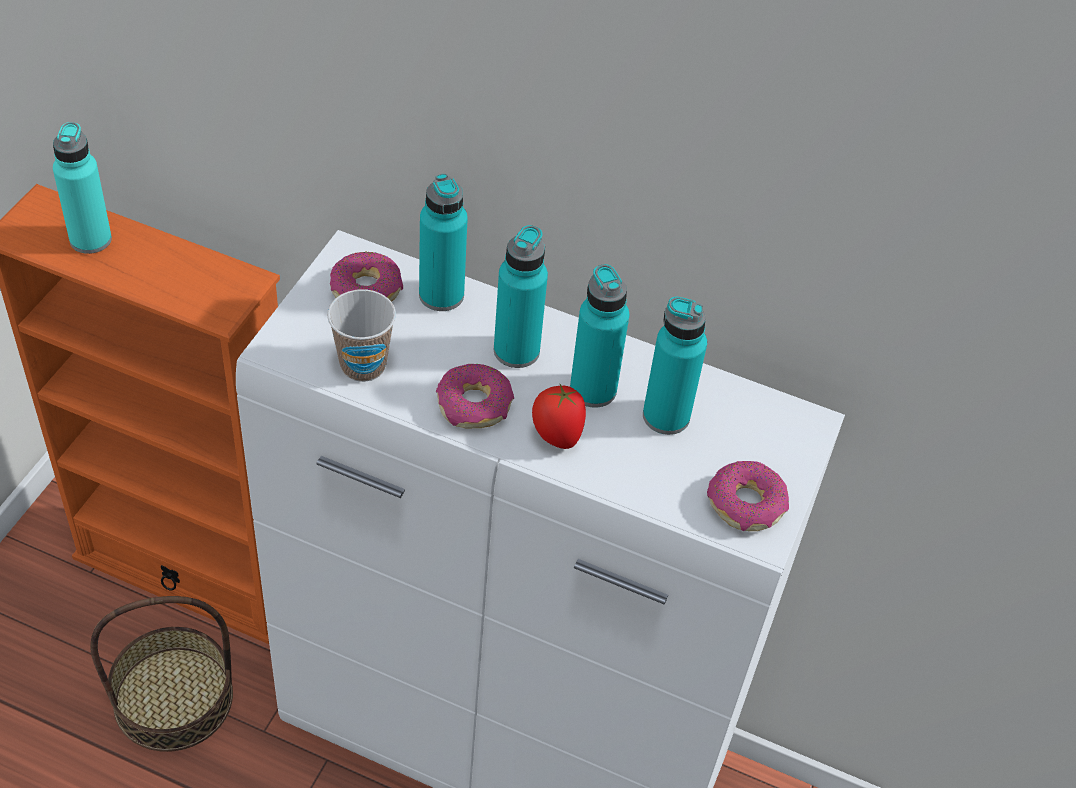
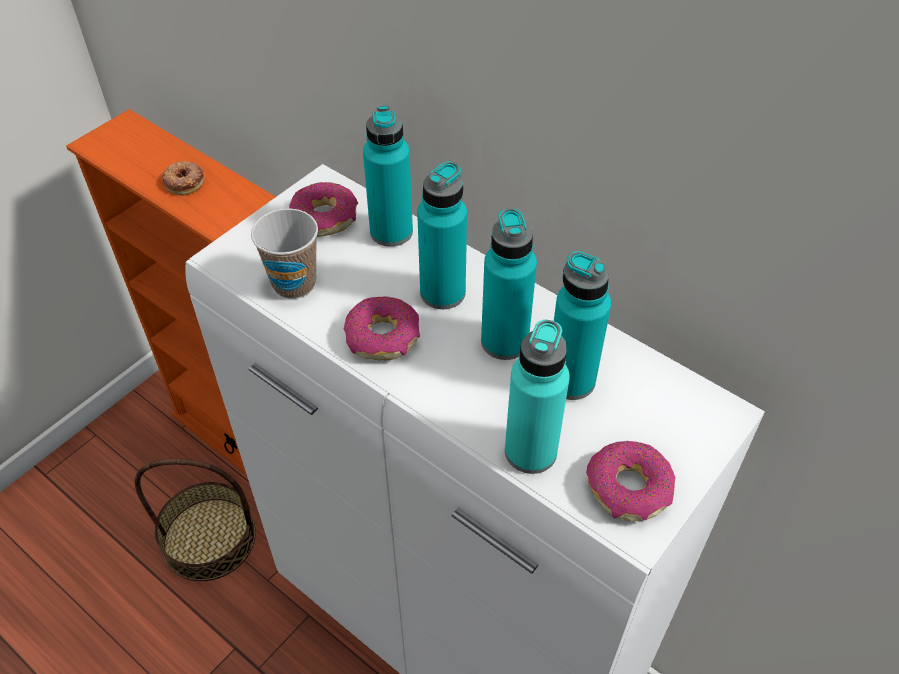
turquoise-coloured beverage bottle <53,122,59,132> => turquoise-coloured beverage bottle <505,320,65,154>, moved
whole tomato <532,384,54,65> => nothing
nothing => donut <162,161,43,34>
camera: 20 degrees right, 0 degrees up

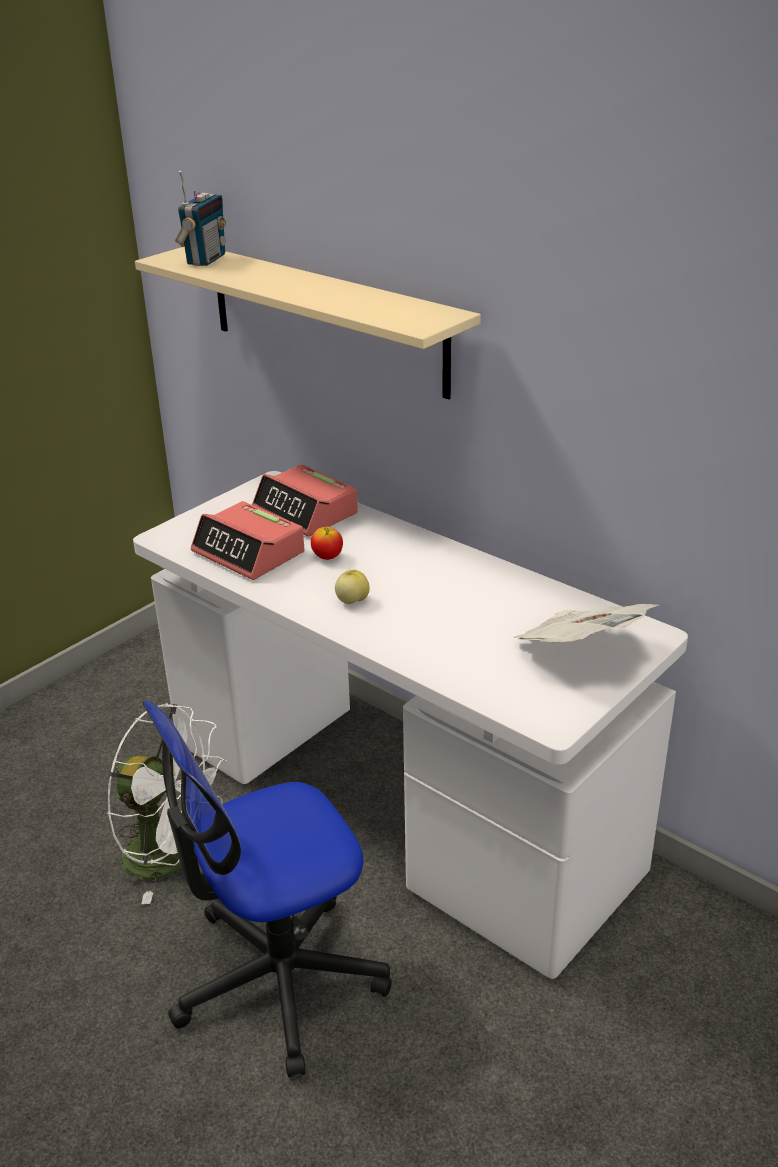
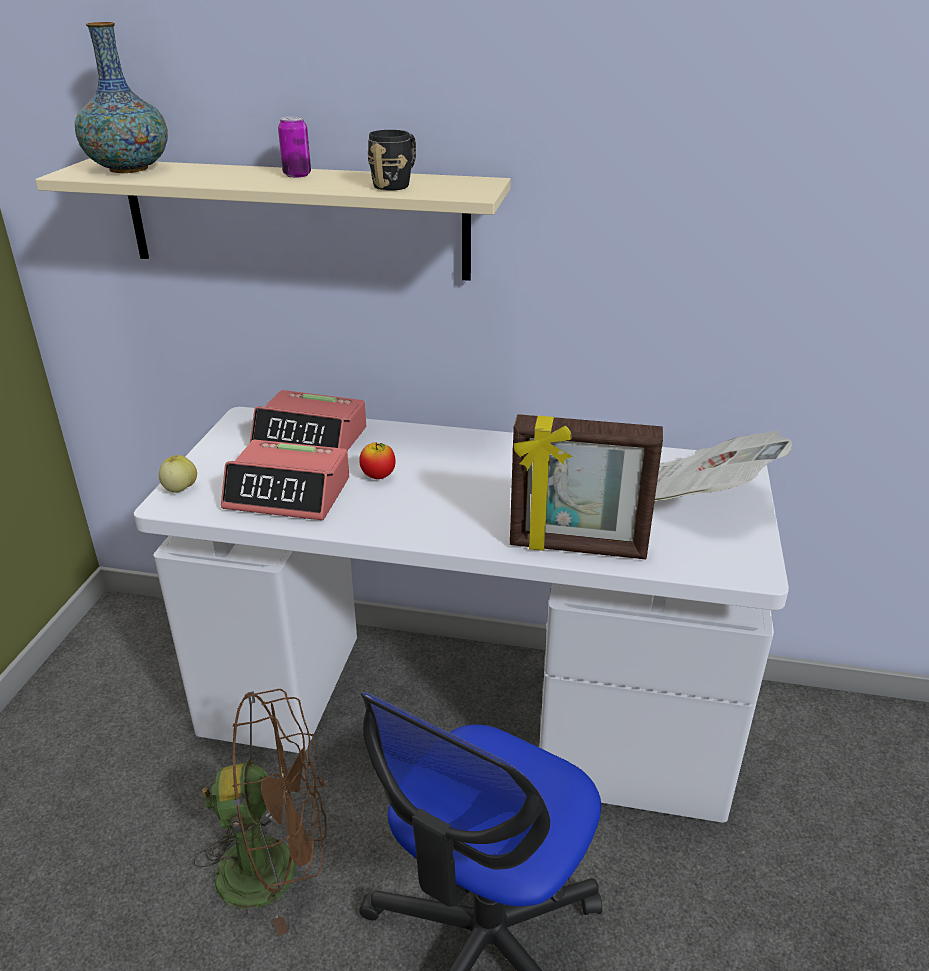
white-coloured fan <107,703,120,201> => brown-coloured fan <193,689,134,248>
radio receiver <175,170,51,96> => decorative vase <74,22,94,151>
apple <335,570,35,34> => apple <159,455,38,38>, moved
nothing => sealed can <278,116,33,62>
nothing => blackish coffee mug <367,130,49,61>
nothing => standing frame <510,414,153,146>
camera: 30 degrees left, 0 degrees up

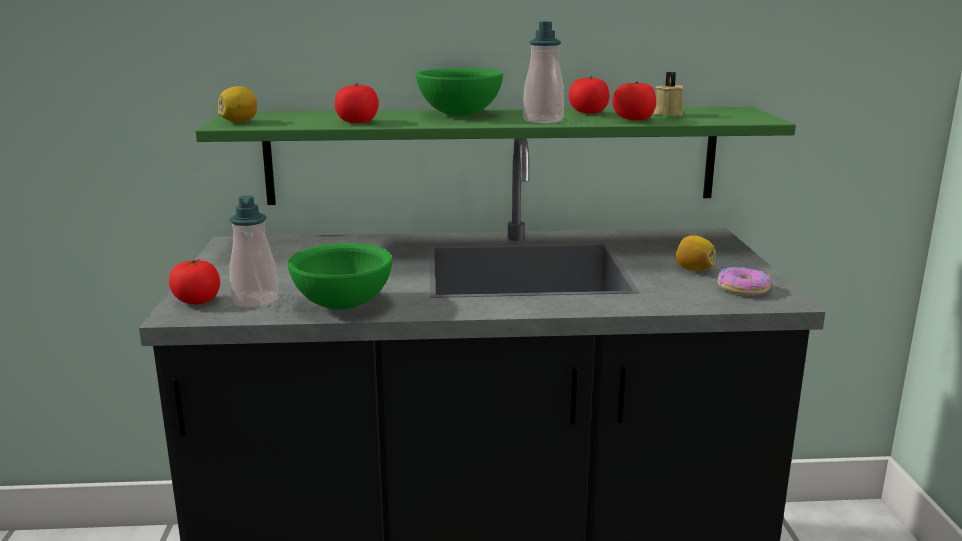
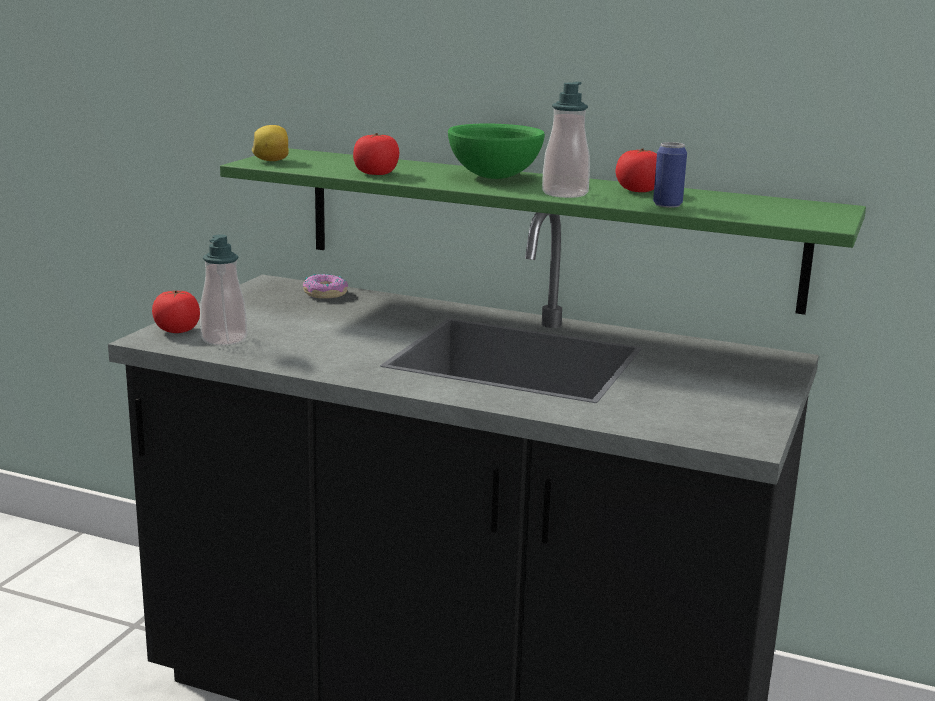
green-coloured deep dish <288,243,104,67> => nothing
whole tomato <612,81,44,39> => sealed can <653,142,34,66>
beige candle <653,72,31,44> => nothing
citrus fruit <676,235,40,36> => nothing
donut <718,267,54,29> => donut <303,274,45,25>, moved
camera: 25 degrees right, 0 degrees up

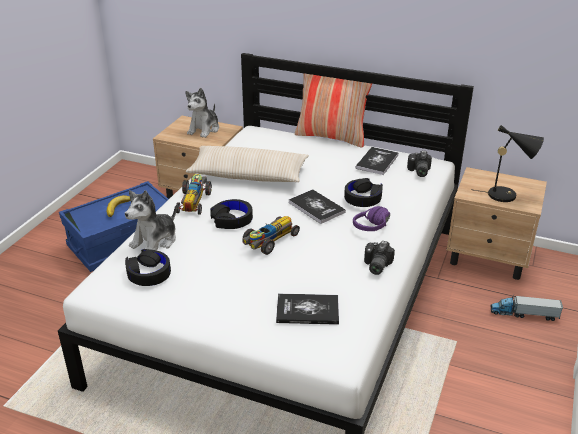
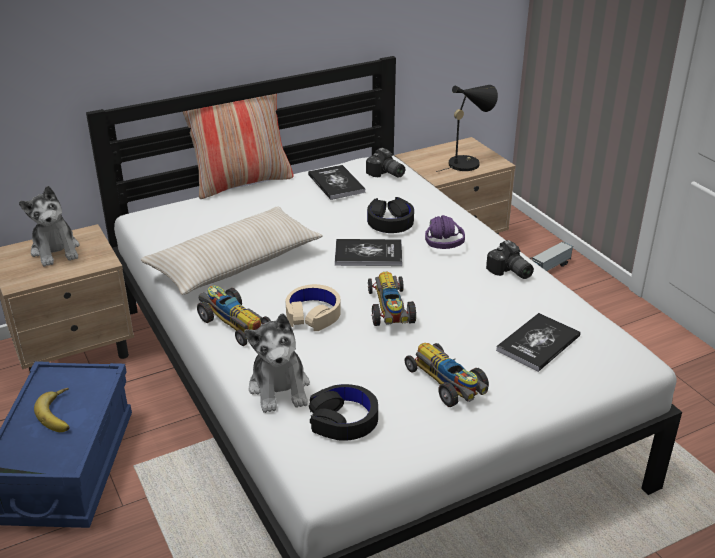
blackish headset <210,199,43,30> => beige headset <285,284,56,47>
nothing => toy car <405,343,84,64>
camera: 50 degrees left, 0 degrees up

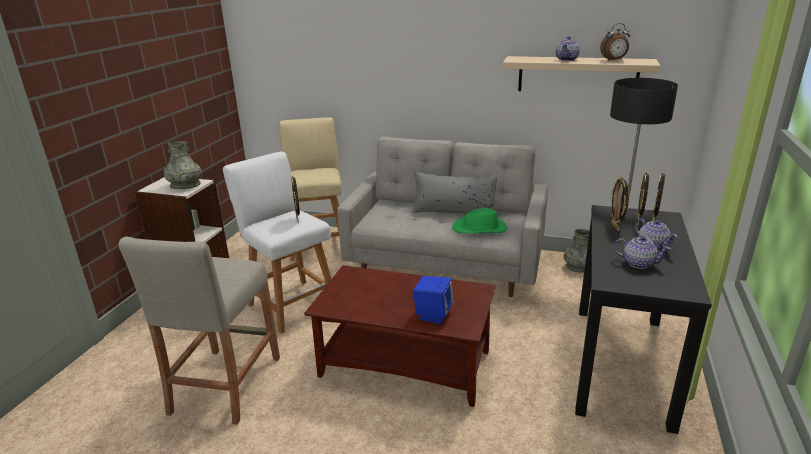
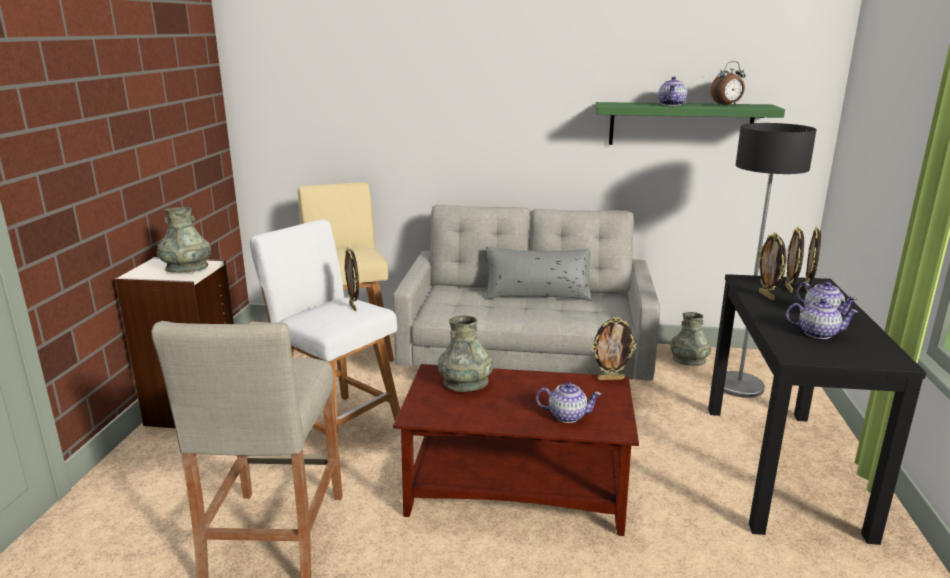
blue loudspeaker <413,276,41,48> => pot for tea <536,382,65,41>
green-coloured wearable hat <452,208,55,26> => nothing
beige bracket shelf <502,56,158,35> => green-coloured bracket shelf <595,102,190,43>
nothing => gray decorative vase <438,316,55,76>
nothing => standing frame <591,317,45,63>
camera: 10 degrees left, 5 degrees down

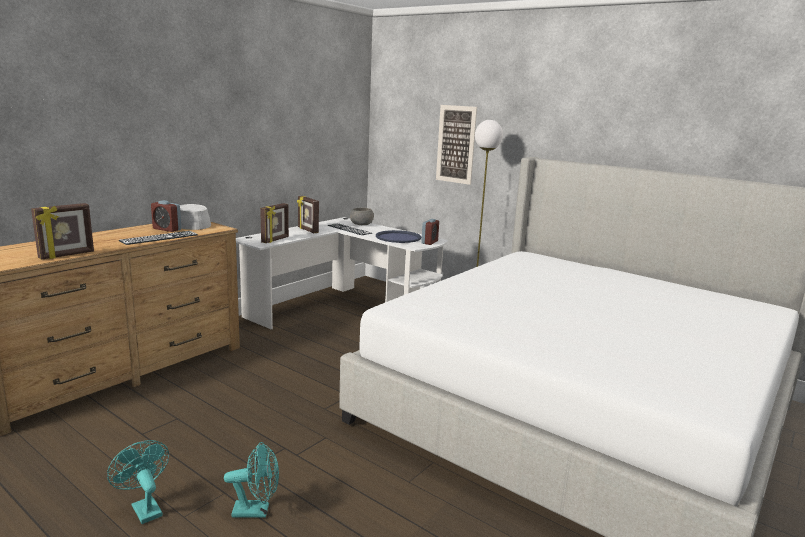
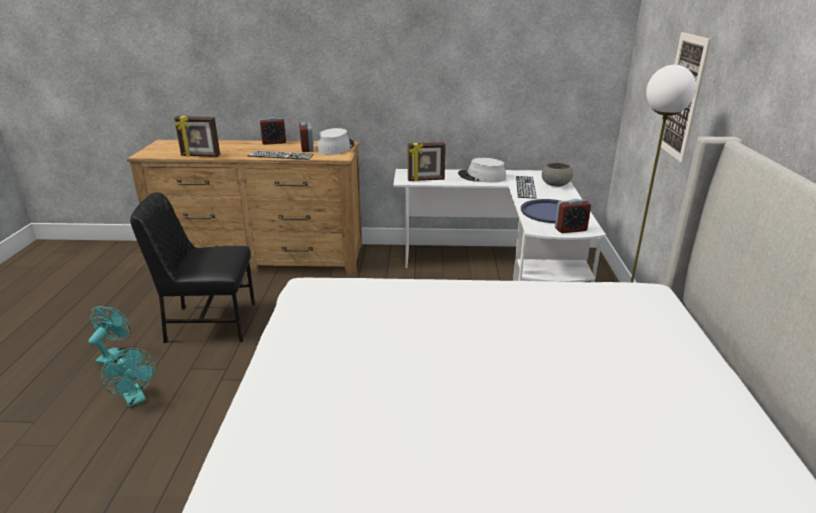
standing frame <297,196,22,37> => gray wearable hat <458,158,48,25>
nothing => blackish upright chair <130,192,125,151>
nothing => table clock <260,117,26,28>
camera: 55 degrees right, 10 degrees up

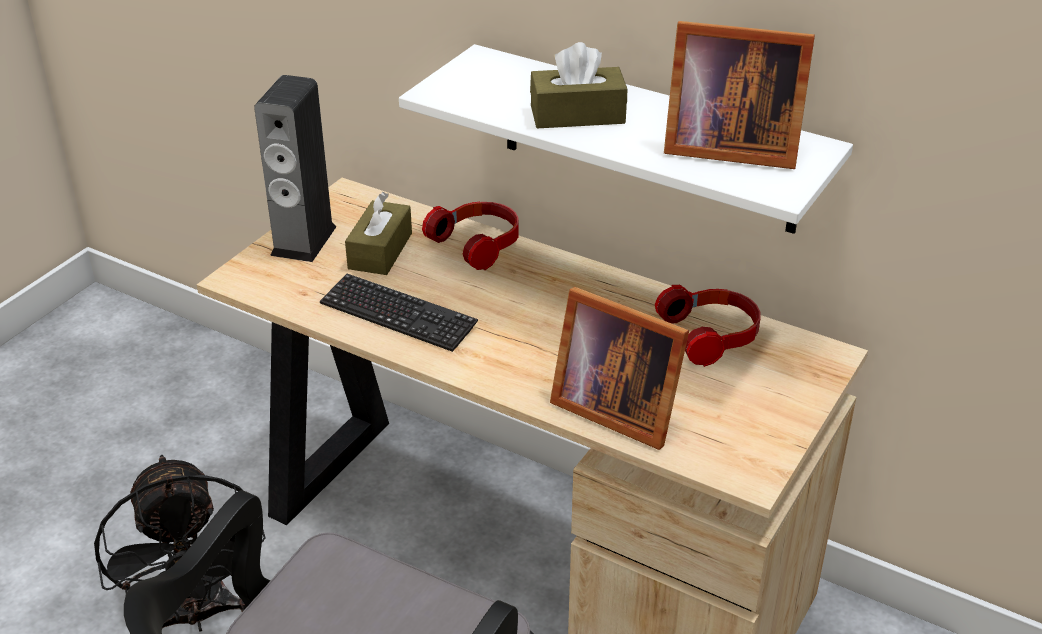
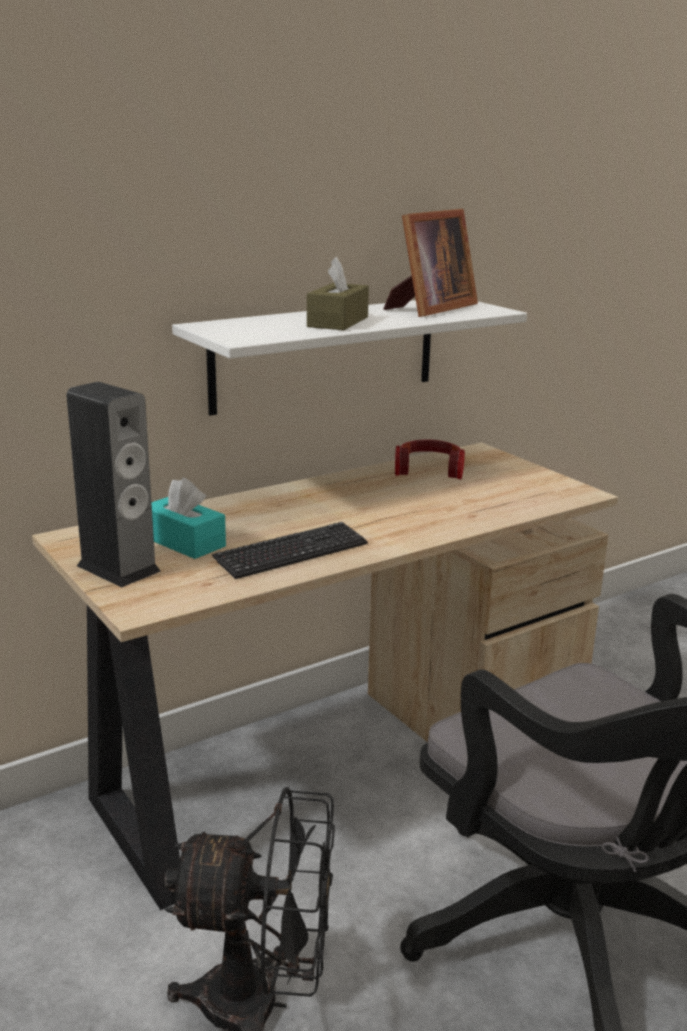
brown-coloured box of tissues <345,192,67,83> => turquoise-coloured box of tissues <151,477,75,82>
headset <422,202,97,68> => nothing
standing frame <550,287,139,163> => nothing
camera: 65 degrees left, 15 degrees down

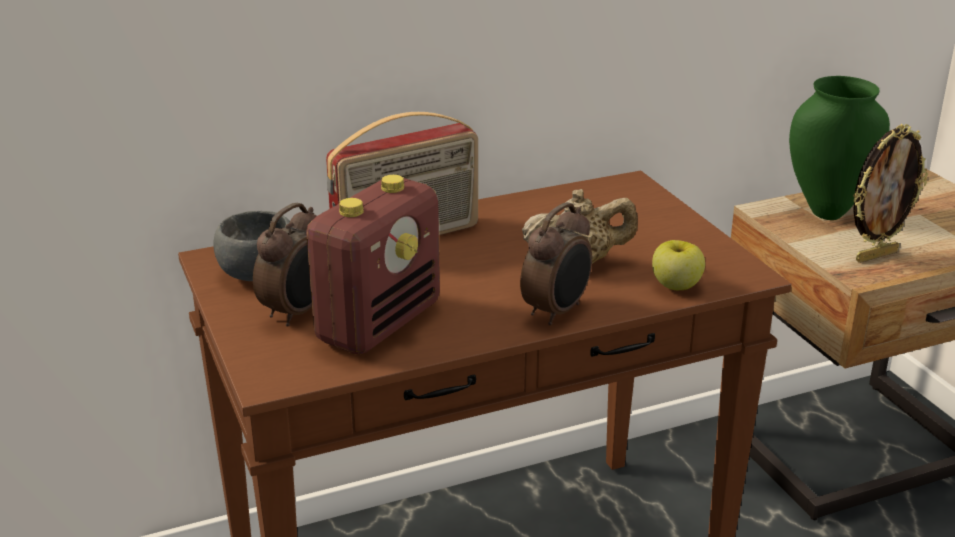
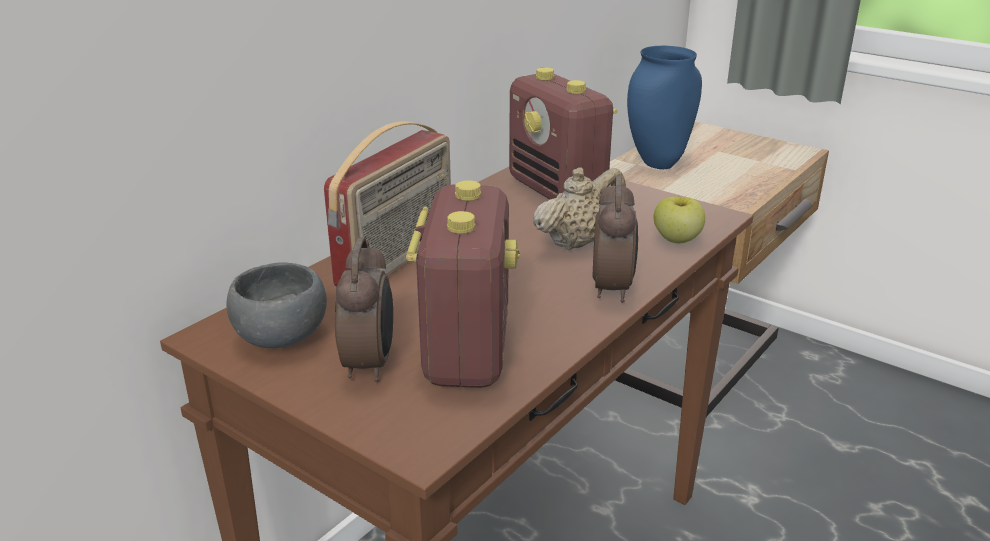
green-coloured decorative vase <789,76,101,144> => blue decorative vase <627,46,75,123>
standing frame <853,124,75,139> => nothing
nothing => radio receiver <509,67,109,133>
camera: 30 degrees left, 0 degrees up

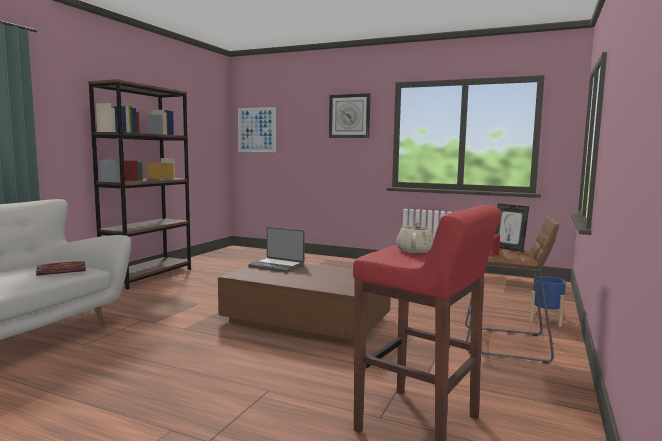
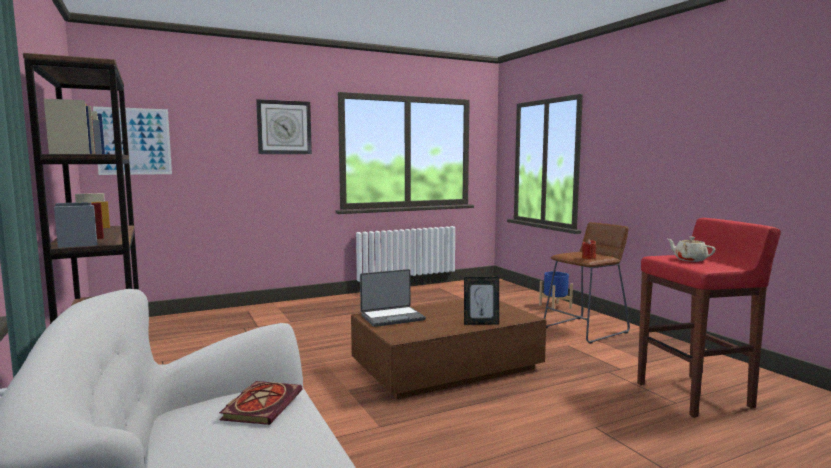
standing frame <495,204,34,48> => standing frame <464,277,35,48>, moved
camera: 50 degrees left, 0 degrees up

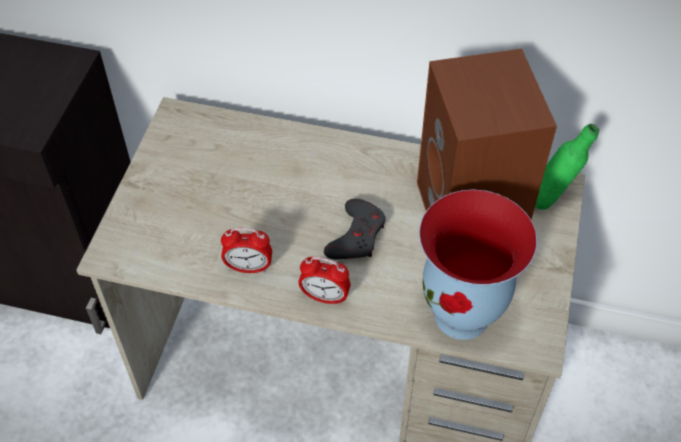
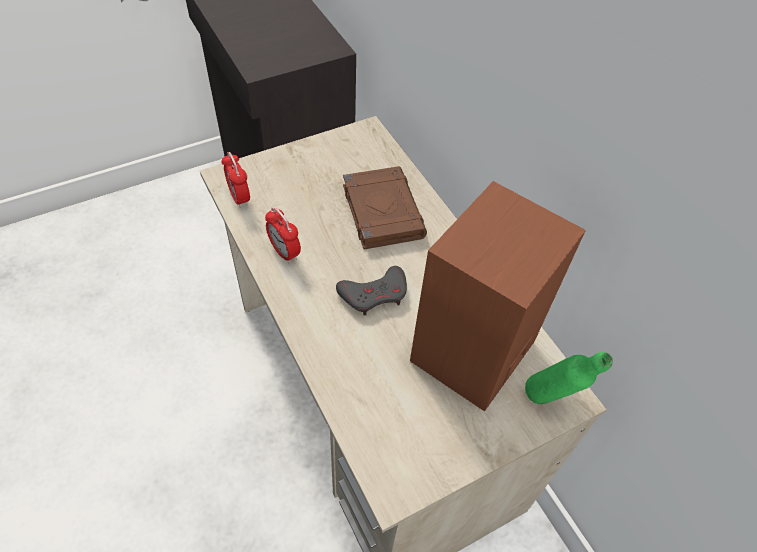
table clock <299,257,52,48> => table clock <222,152,28,56>, moved
decorative vase <419,190,118,150> => nothing
nothing => brown-coloured book <343,166,84,84>
camera: 45 degrees right, 0 degrees up

